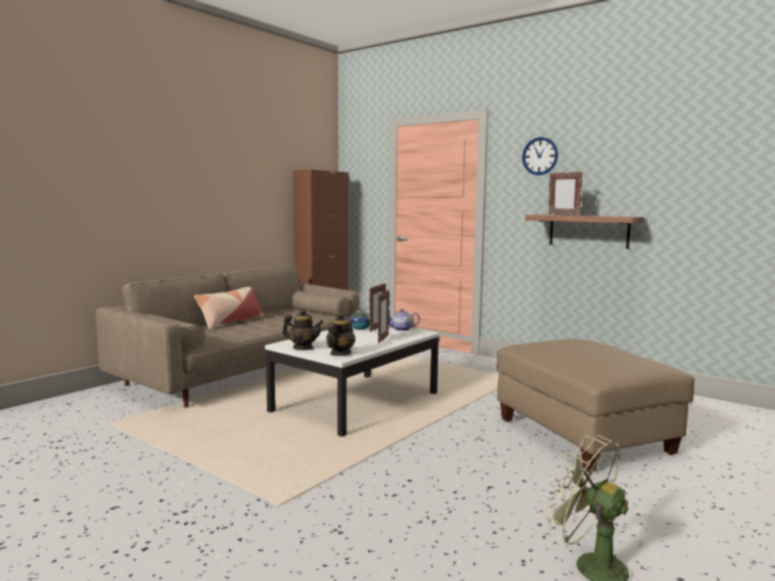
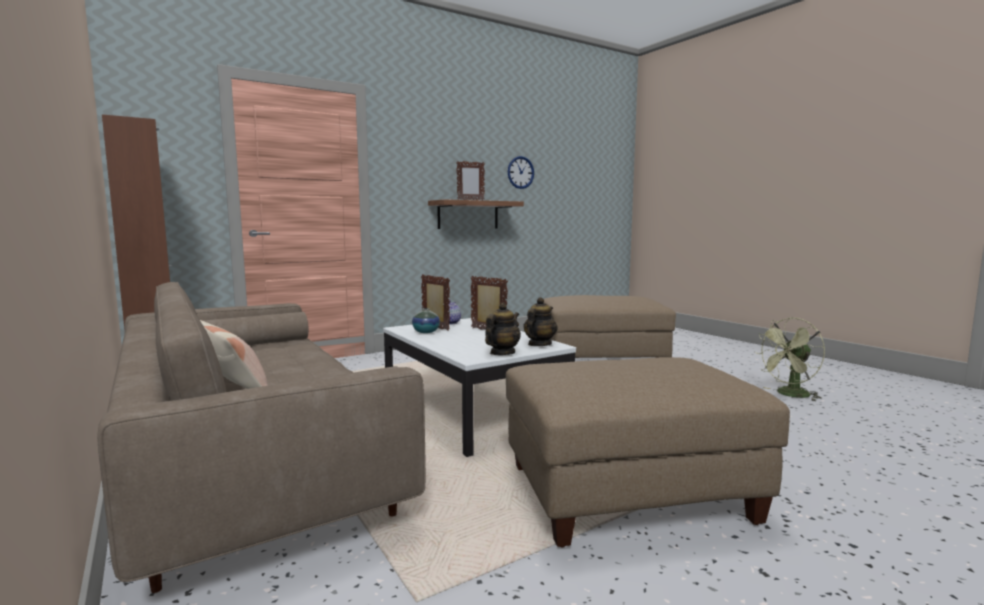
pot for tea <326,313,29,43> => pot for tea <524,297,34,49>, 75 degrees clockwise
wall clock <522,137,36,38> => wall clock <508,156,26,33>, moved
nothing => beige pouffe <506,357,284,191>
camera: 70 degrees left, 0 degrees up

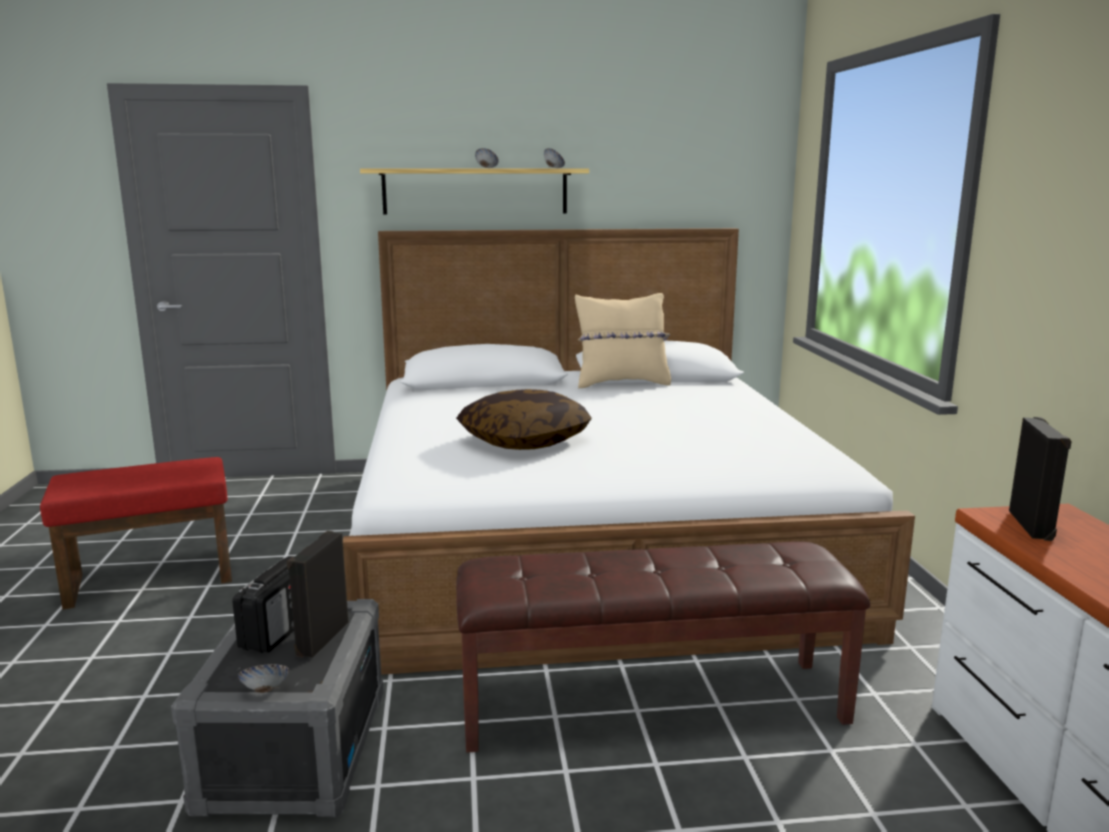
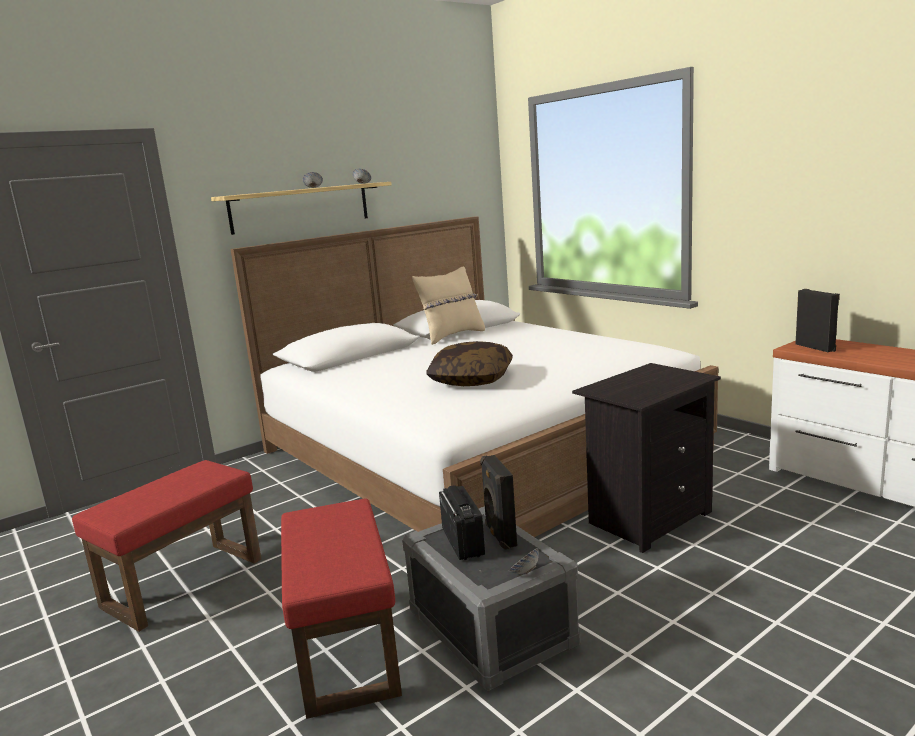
brown-coloured bench <456,541,414,212> => blackish nightstand <572,363,149,190>
nothing => reddish pouffe <281,499,121,220>
camera: 30 degrees left, 0 degrees up

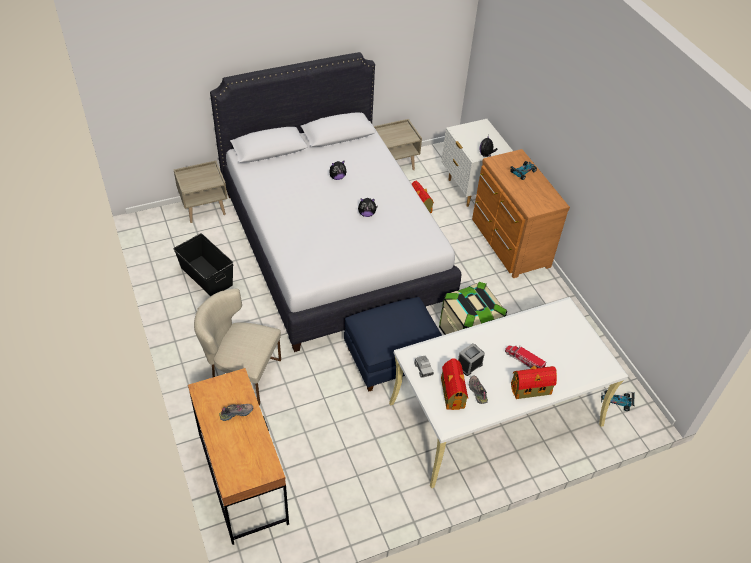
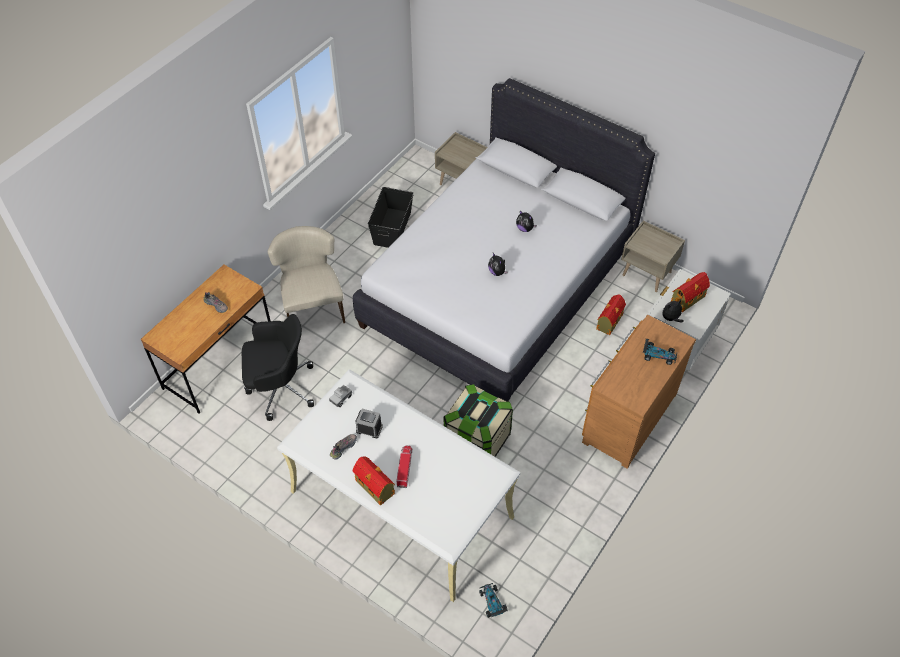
blue pouffe <344,297,98,95> => nothing
miniature house <441,358,27,52> => miniature house <671,272,39,40>, moved
nothing => blackish desk chair <242,314,72,107>
camera: 60 degrees right, 5 degrees up

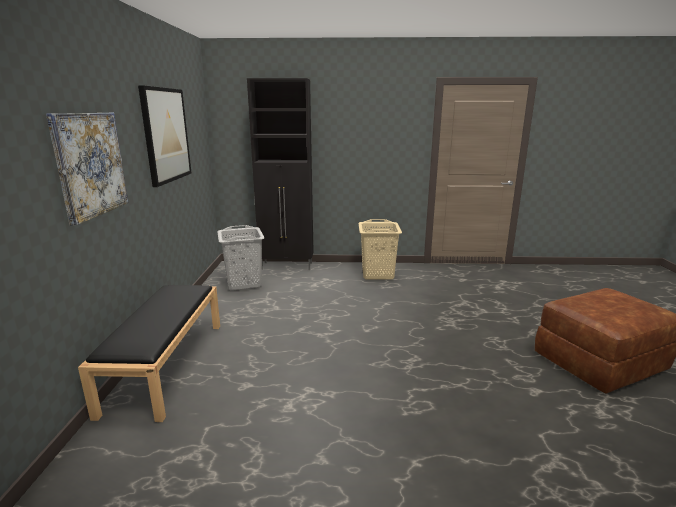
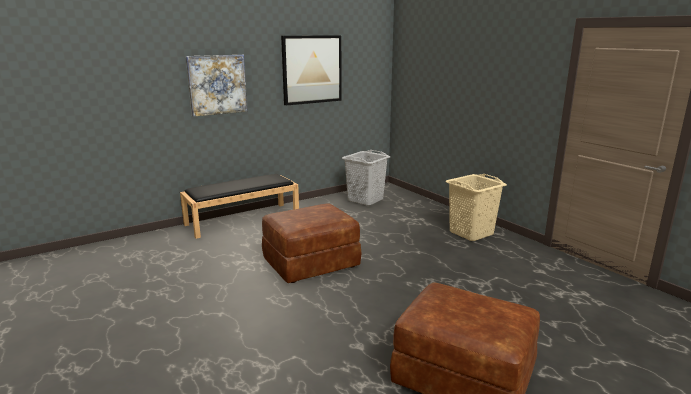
blackish cabinet <247,78,67,192> => nothing
nothing => brown-coloured pouffe <262,203,100,80>
camera: 55 degrees right, 0 degrees up

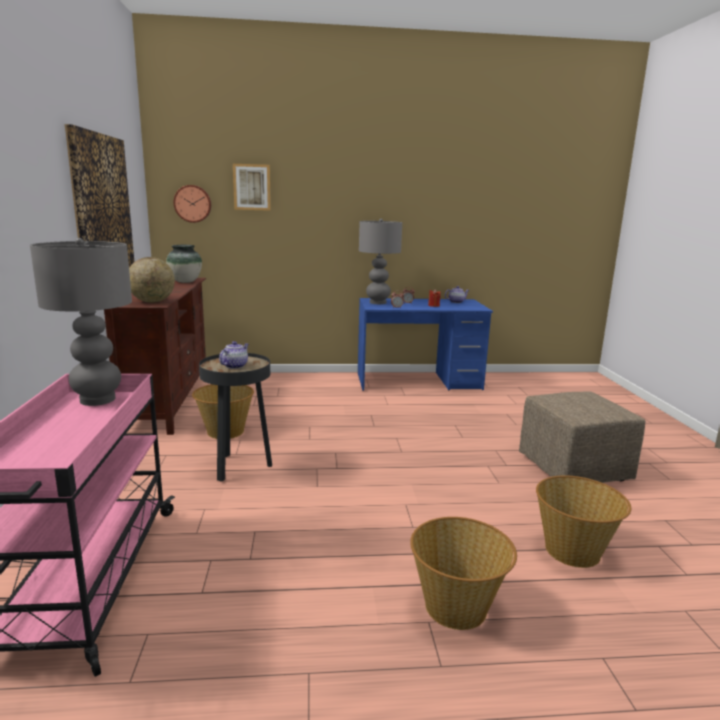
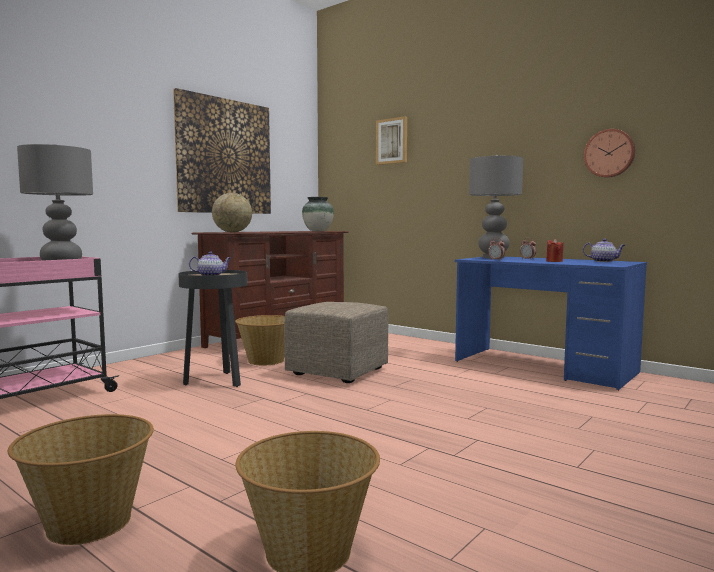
wall clock <173,185,38,38> => wall clock <584,129,51,49>, moved
beige pouffe <519,392,126,91> => beige pouffe <284,302,104,81>, moved
camera: 45 degrees right, 10 degrees down

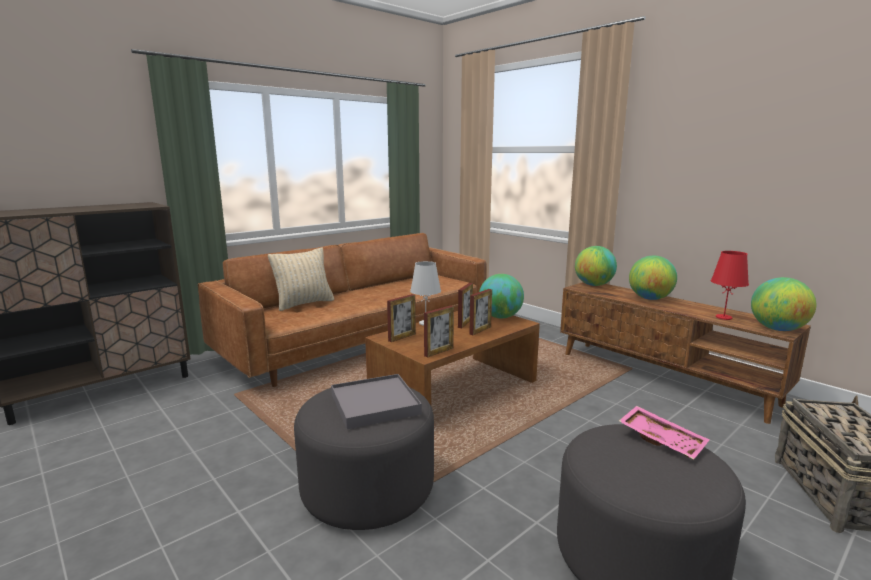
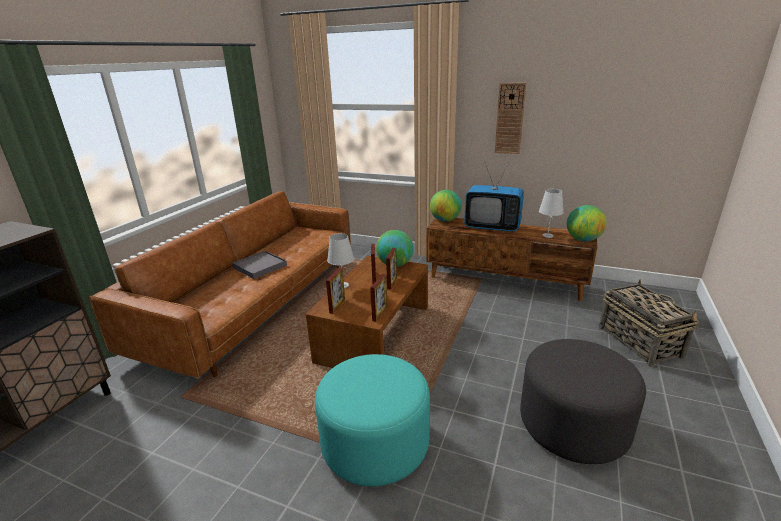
beige pillow <268,248,66,63> => nothing
gray pouffe <294,387,140,143> => turquoise-coloured pouffe <315,354,115,132>
gray carrying tray <331,374,91,55> => gray carrying tray <232,251,55,28>, moved
pink carrying tray <619,406,90,53> => nothing
world globe <629,256,48,44> => TV <464,163,60,69>
reddish tabletop lamp <711,251,38,69> => white-coloured tabletop lamp <539,189,25,49>
nothing => wall clock <495,83,31,71>
camera: 25 degrees left, 10 degrees up

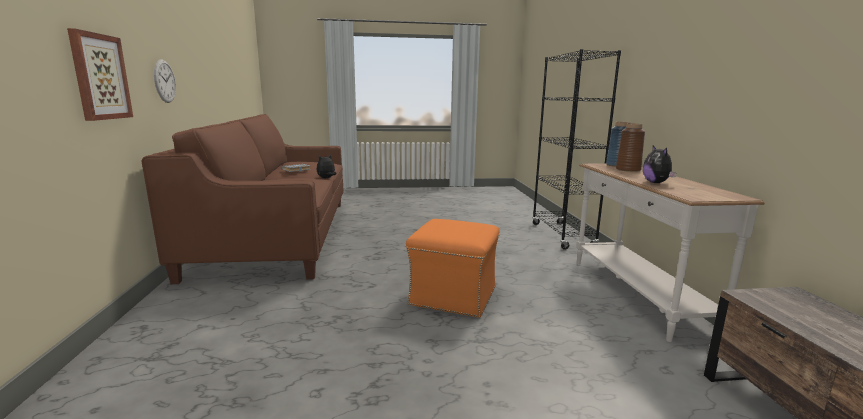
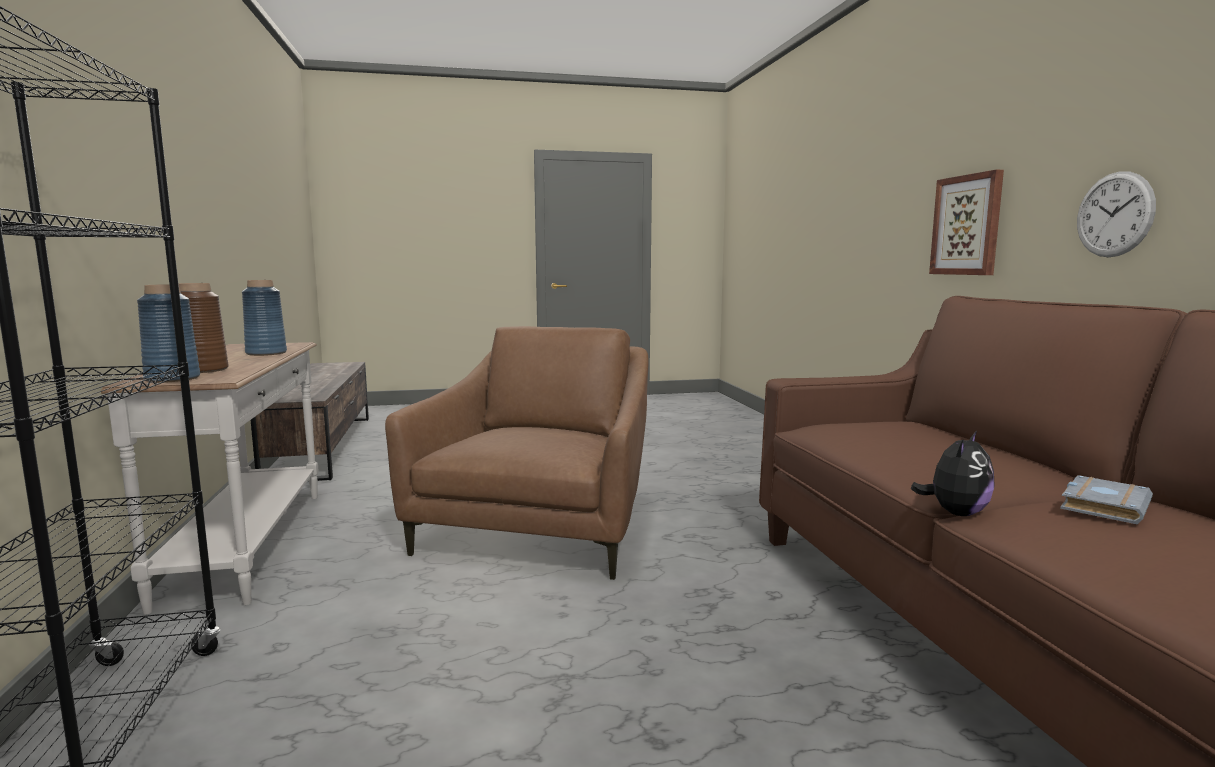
orange pouffe <406,219,94,99> => brown-coloured easy chair <385,326,263,254>
plush toy <643,145,33,38> => blue decorative vase <242,280,45,76>
camera: 175 degrees right, 5 degrees down

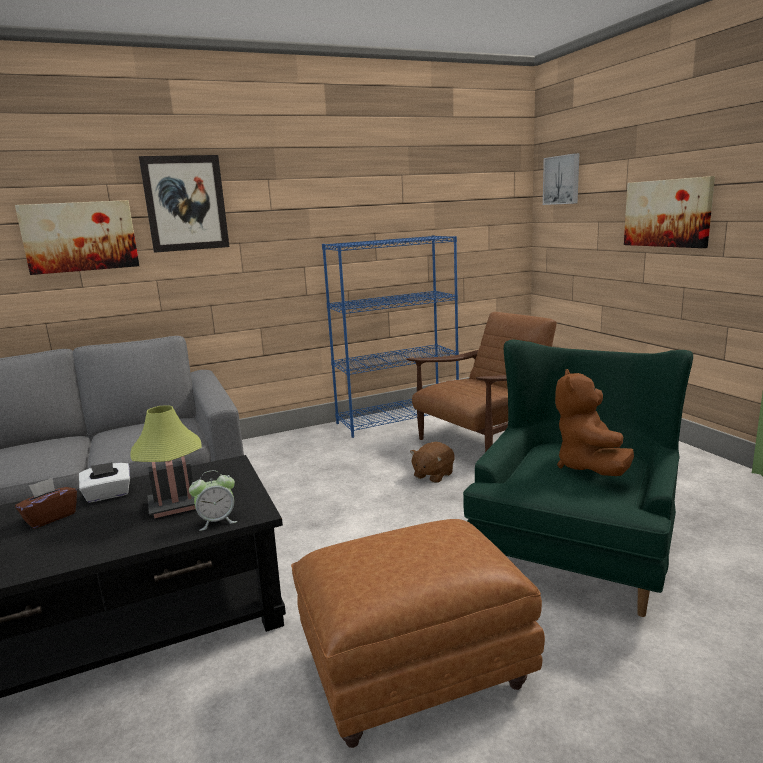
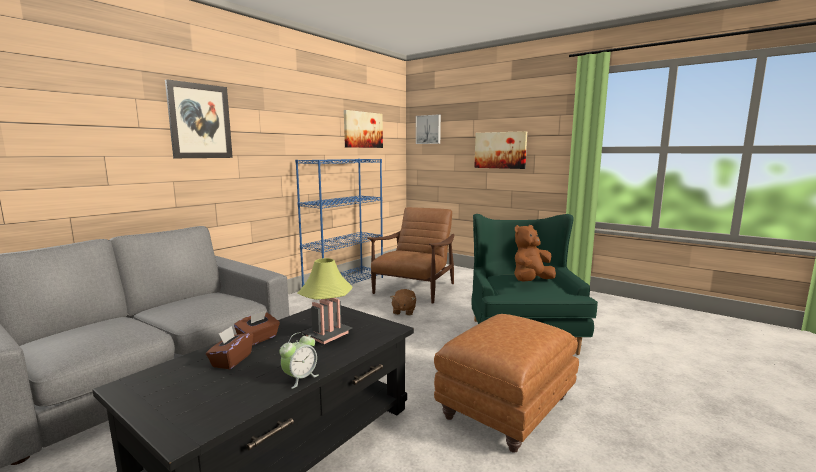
wall art <15,200,124,75> => wall art <344,110,39,38>, moved
white-coloured box of tissues <79,462,51,41> => brown-coloured box of tissues <234,311,46,34>
table clock <189,470,48,61> => table clock <279,333,39,56>, moved
brown-coloured plush toy <555,369,79,107> => brown-coloured plush toy <514,225,42,57>, 75 degrees clockwise
camera: 30 degrees left, 5 degrees down

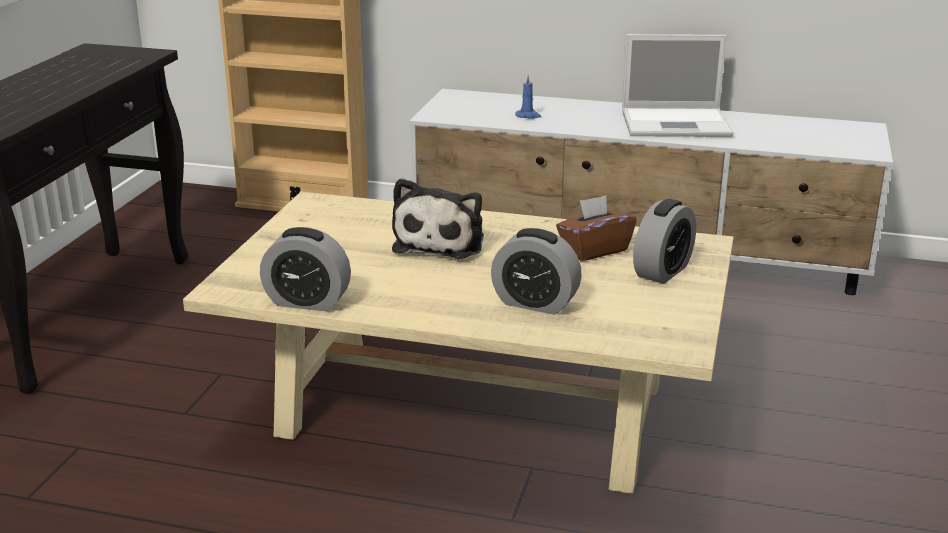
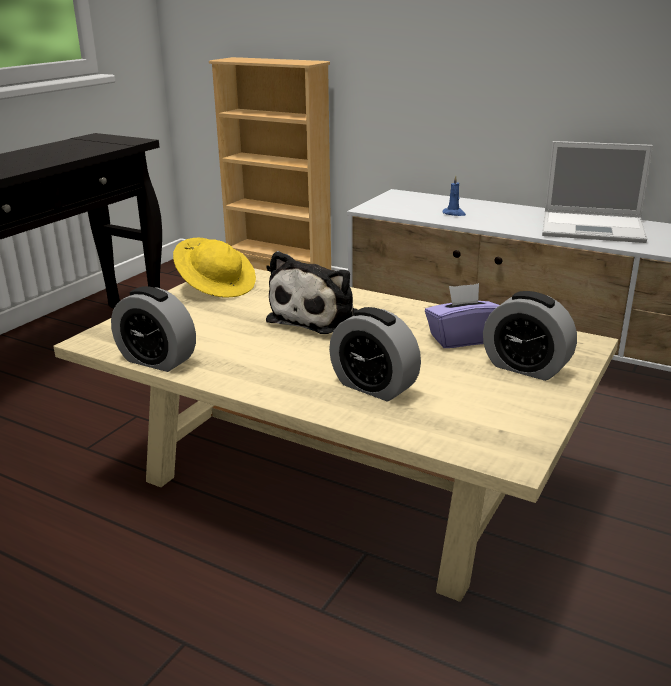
brown-coloured box of tissues <556,195,81,66> => purplish box of tissues <425,283,74,65>
table clock <633,199,63,85> => table clock <483,291,94,90>, 75 degrees clockwise
nothing => yellow wearable hat <173,237,83,61>
camera: 15 degrees right, 0 degrees up

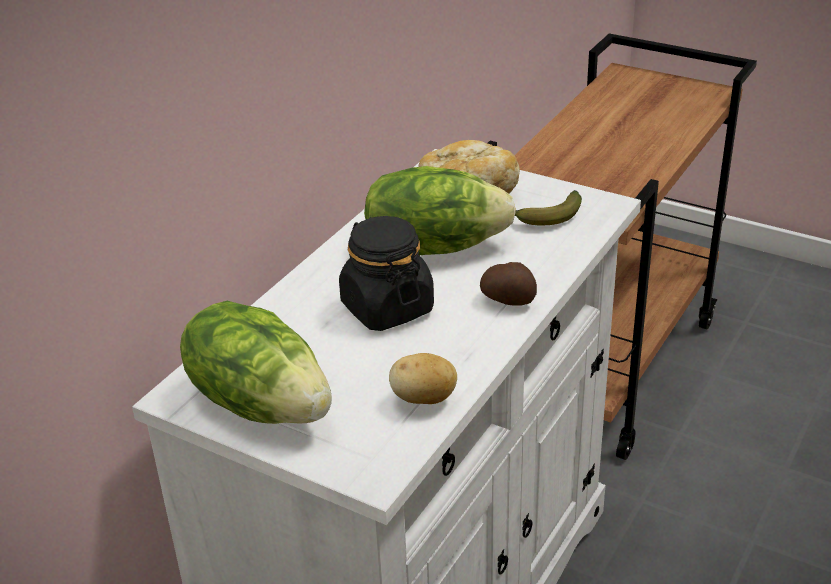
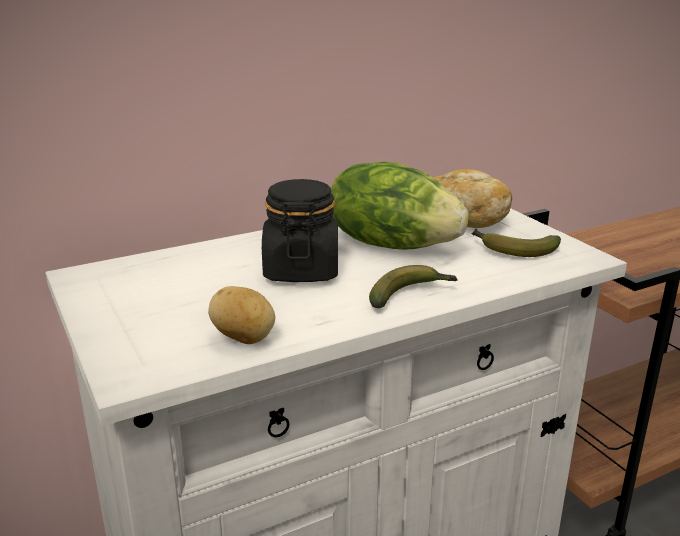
head of lettuce <180,301,152,123> => nothing
spud <480,262,57,44> => banana fruit <369,265,89,43>
camera: 30 degrees right, 10 degrees down

